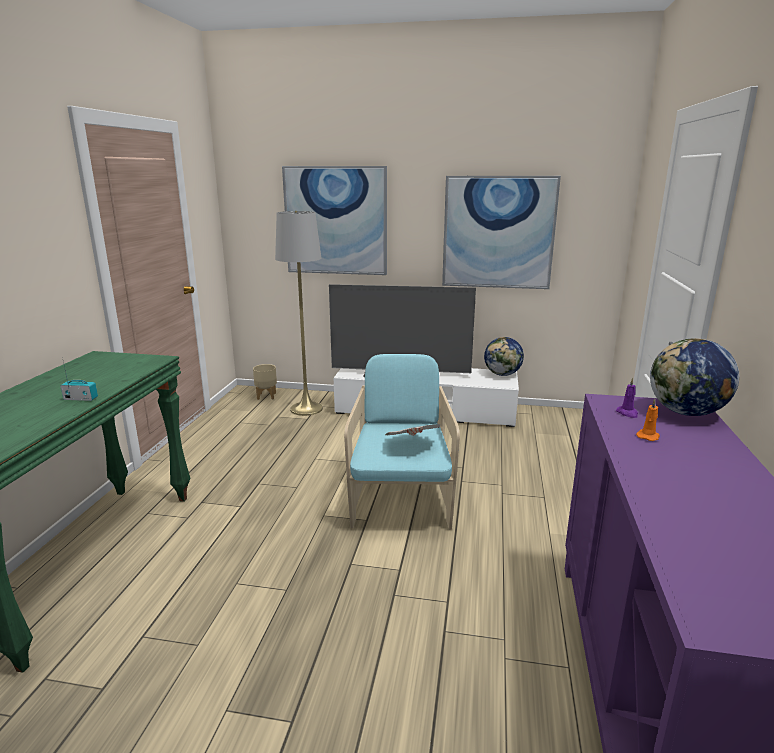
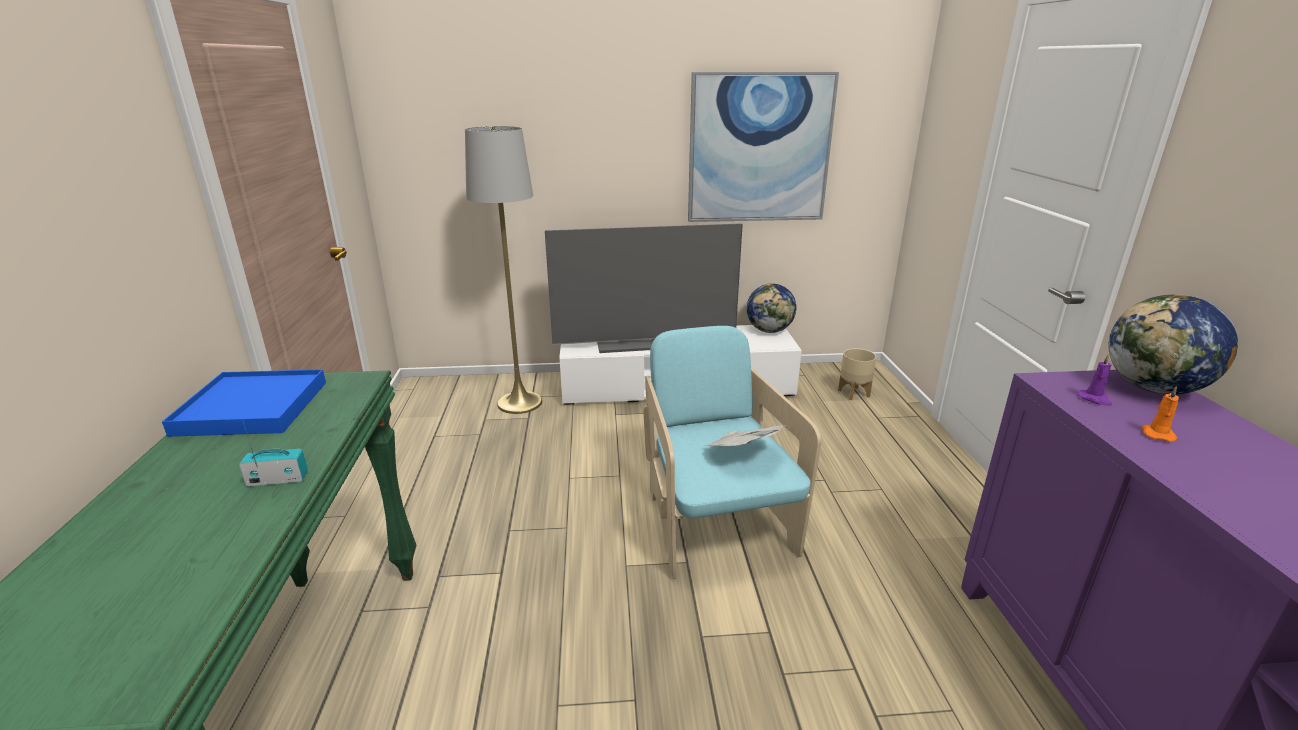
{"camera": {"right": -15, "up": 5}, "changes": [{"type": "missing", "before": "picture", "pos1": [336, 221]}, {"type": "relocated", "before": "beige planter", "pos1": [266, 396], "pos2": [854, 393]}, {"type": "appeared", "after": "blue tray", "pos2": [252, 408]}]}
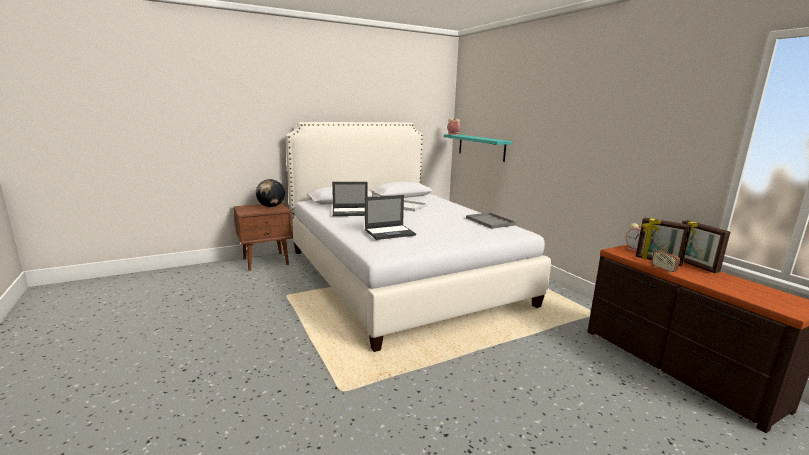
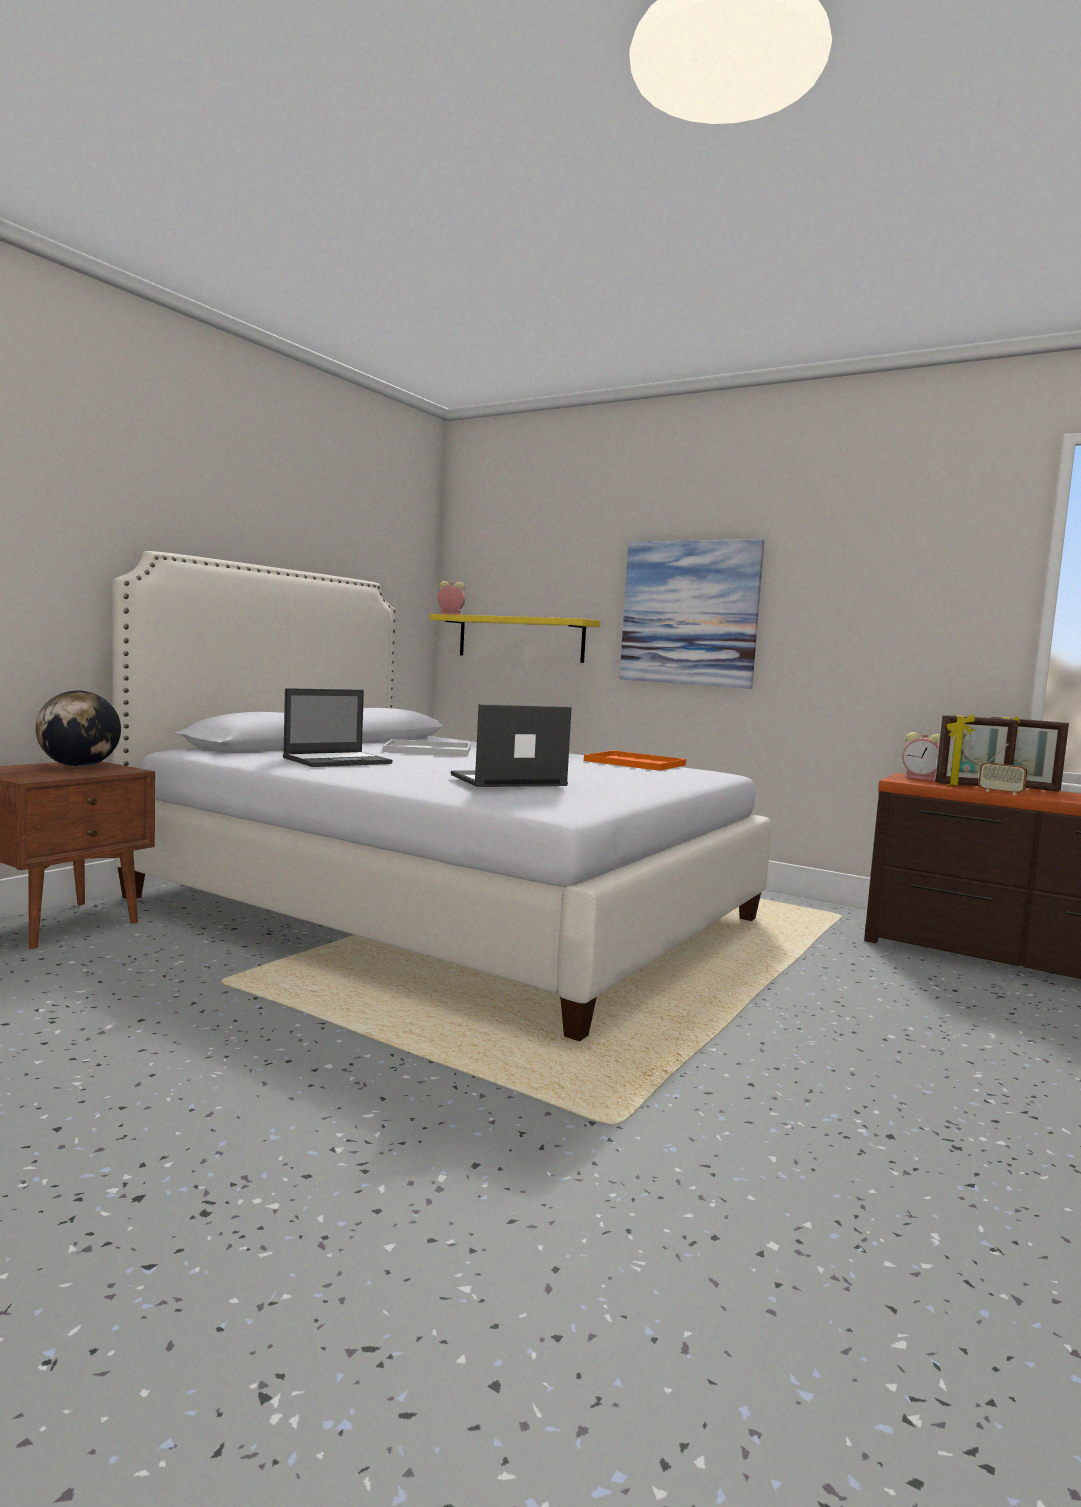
{"camera": {"right": -30, "up": -10}, "changes": [{"type": "colour", "before": "turquoise shelf", "after": "yellow shelf", "pos1": [481, 147], "pos2": [520, 638]}, {"type": "spun", "before": "laptop", "pos1": [390, 232], "pos2": [506, 780], "turn": -150}, {"type": "colour", "before": "grey tray", "after": "orange tray", "pos1": [491, 221], "pos2": [637, 763]}, {"type": "appeared", "after": "picture", "pos2": [689, 613]}]}
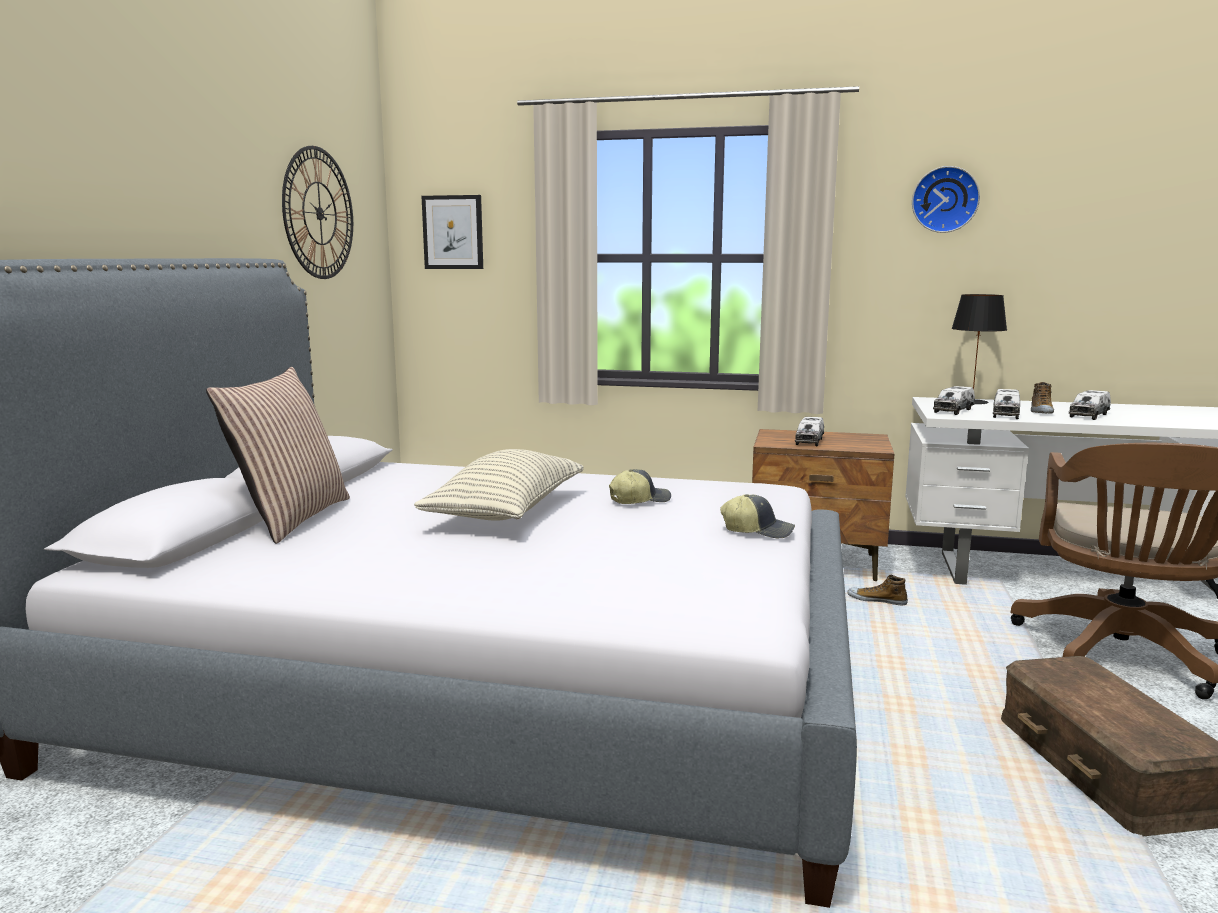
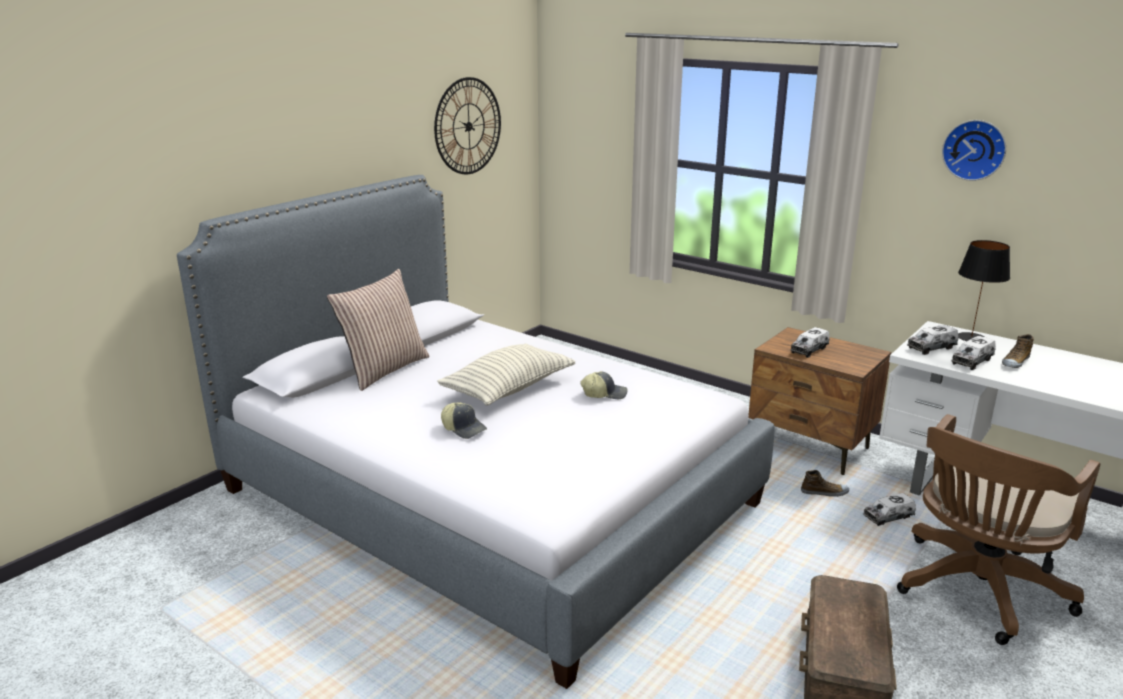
{"camera": {"right": 25, "up": 10}, "changes": [{"type": "missing", "before": "picture", "pos1": [453, 232]}, {"type": "relocated", "before": "toy truck", "pos1": [1089, 415], "pos2": [888, 517]}, {"type": "relocated", "before": "cap", "pos1": [758, 531], "pos2": [464, 428]}, {"type": "spun", "before": "shoe", "pos1": [877, 600], "pos2": [824, 493], "turn": 135}]}
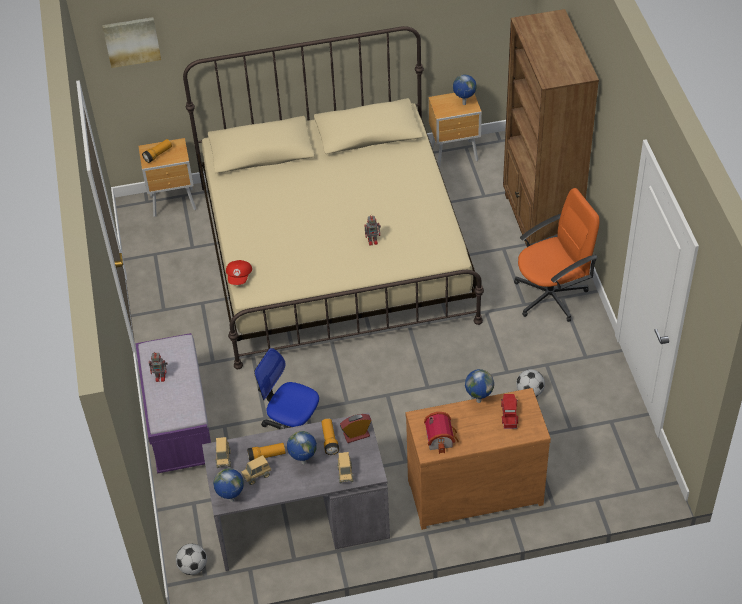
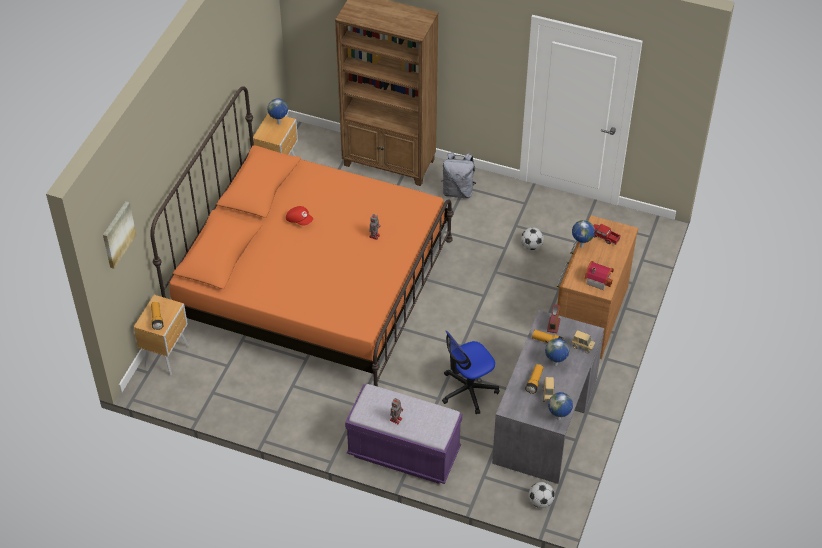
{"camera": {"right": -60, "up": 0}, "changes": [{"type": "colour", "before": "beige bed", "after": "orange bed", "pos1": [334, 252], "pos2": [312, 284]}, {"type": "exchanged", "before": "orange office chair", "after": "grey backpack", "pos1": [551, 295], "pos2": [458, 191]}, {"type": "relocated", "before": "red cap", "pos1": [239, 277], "pos2": [299, 220]}, {"type": "missing", "before": "toy truck", "pos1": [223, 459]}]}
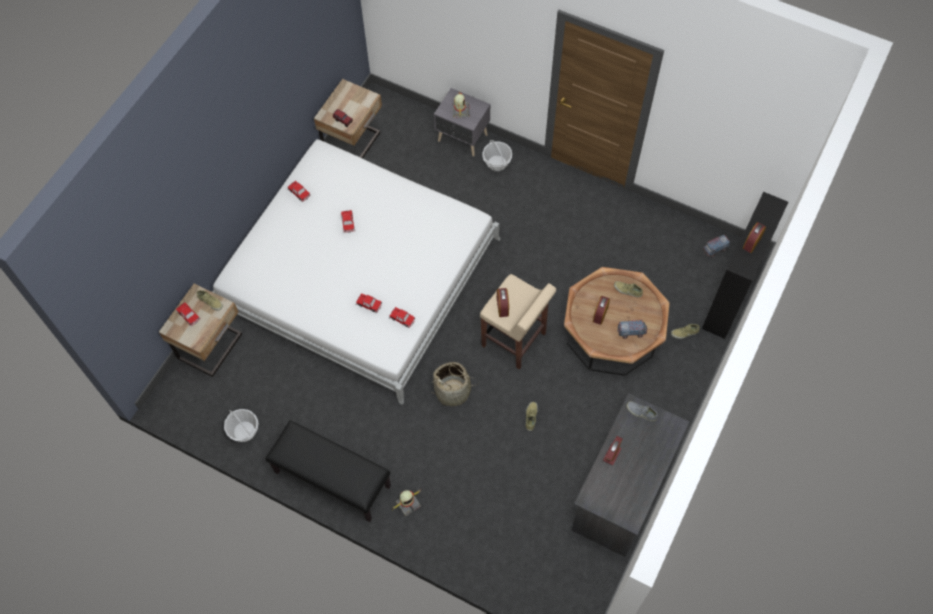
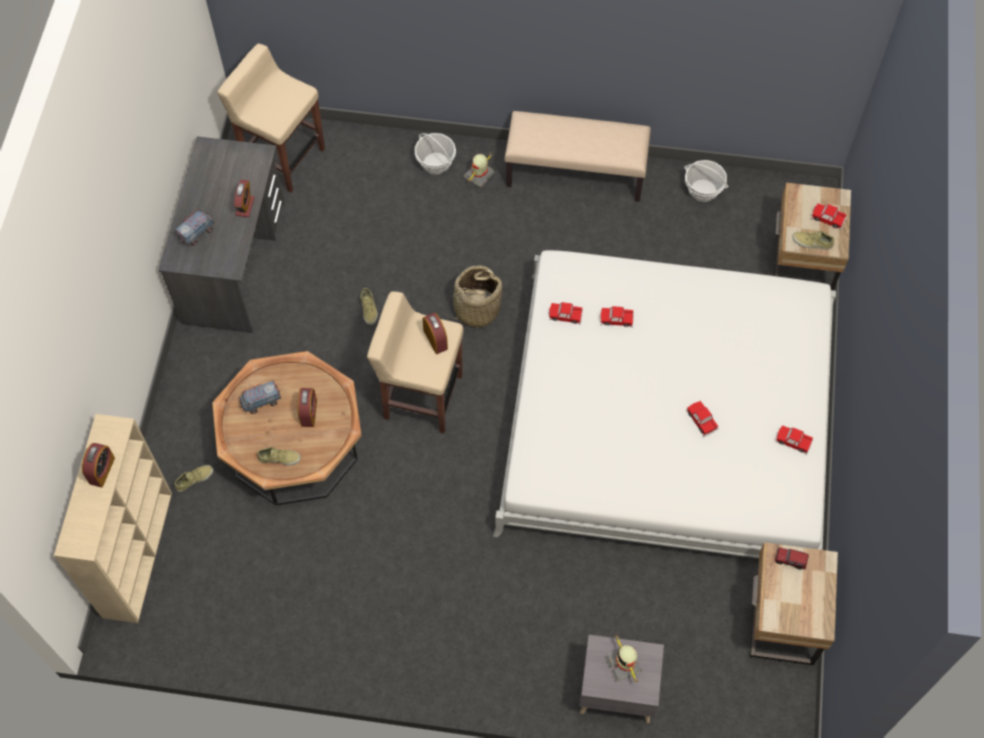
{"camera": {"right": 160, "up": 0}, "changes": [{"type": "relocated", "before": "basket", "pos1": [497, 163], "pos2": [436, 163]}, {"type": "colour", "before": "black bookcase", "after": "beige bookcase", "pos1": [730, 297], "pos2": [137, 552]}, {"type": "relocated", "before": "toy truck", "pos1": [714, 249], "pos2": [196, 233]}, {"type": "missing", "before": "grey shoe", "pos1": [641, 412]}, {"type": "colour", "before": "black bench", "after": "beige bench", "pos1": [331, 479], "pos2": [576, 173]}, {"type": "appeared", "after": "beige stool", "pos2": [283, 158]}]}
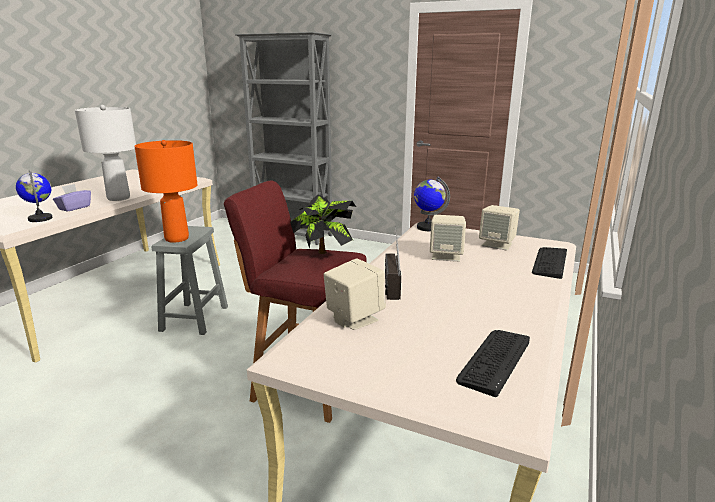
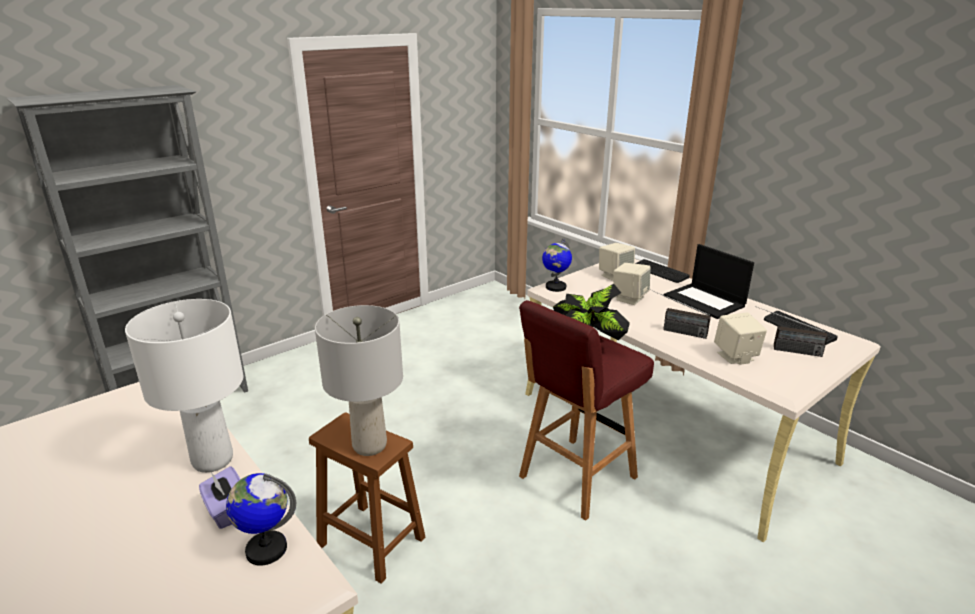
{"camera": {"right": -65, "up": 5}, "changes": [{"type": "colour", "before": "orange table lamp", "after": "grey table lamp", "pos1": [176, 239], "pos2": [370, 446]}, {"type": "colour", "before": "grey stool", "after": "brown stool", "pos1": [194, 319], "pos2": [373, 542]}, {"type": "appeared", "after": "laptop", "pos2": [705, 301]}, {"type": "appeared", "after": "radio", "pos2": [784, 349]}]}
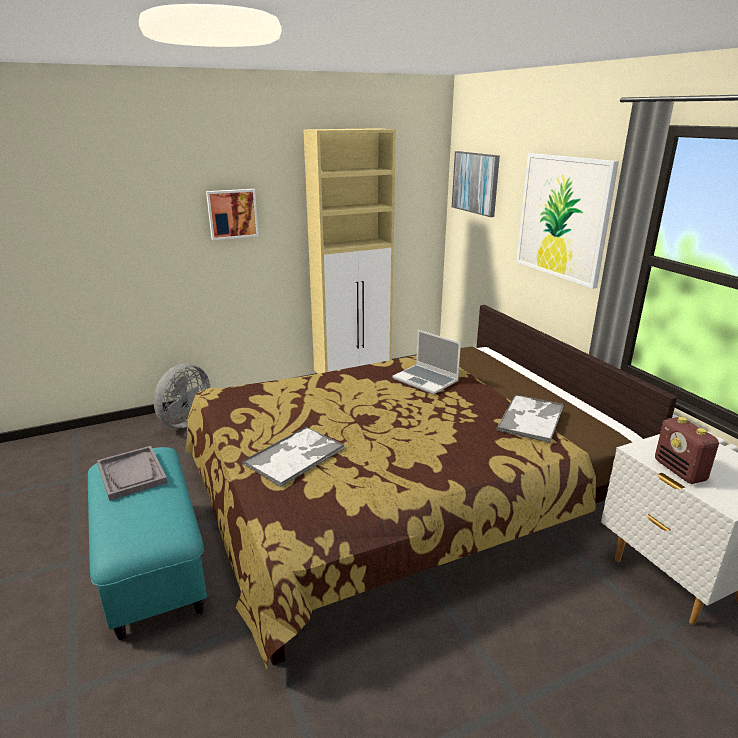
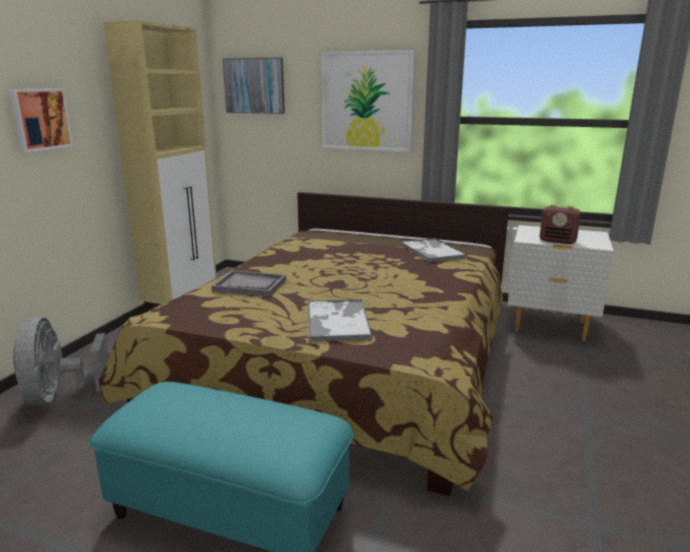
{"camera": {"right": -45, "up": -5}, "changes": [{"type": "missing", "before": "laptop", "pos1": [426, 380]}, {"type": "relocated", "before": "grey tray", "pos1": [132, 474], "pos2": [250, 285]}]}
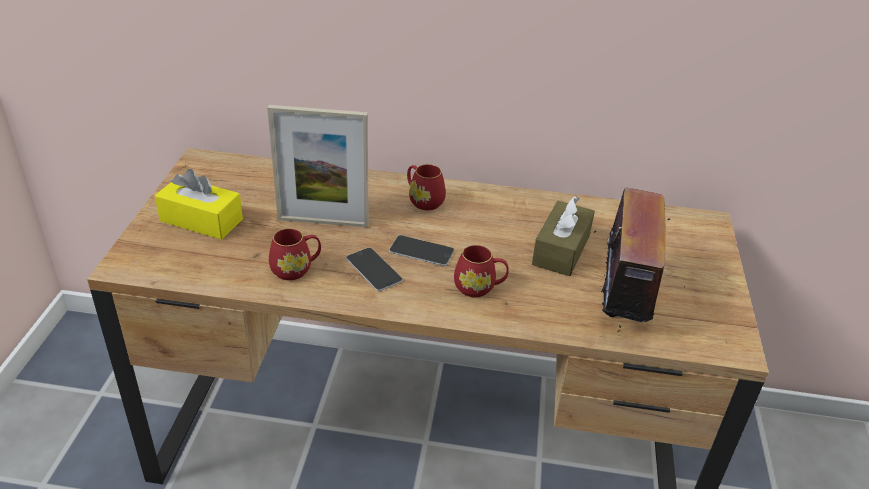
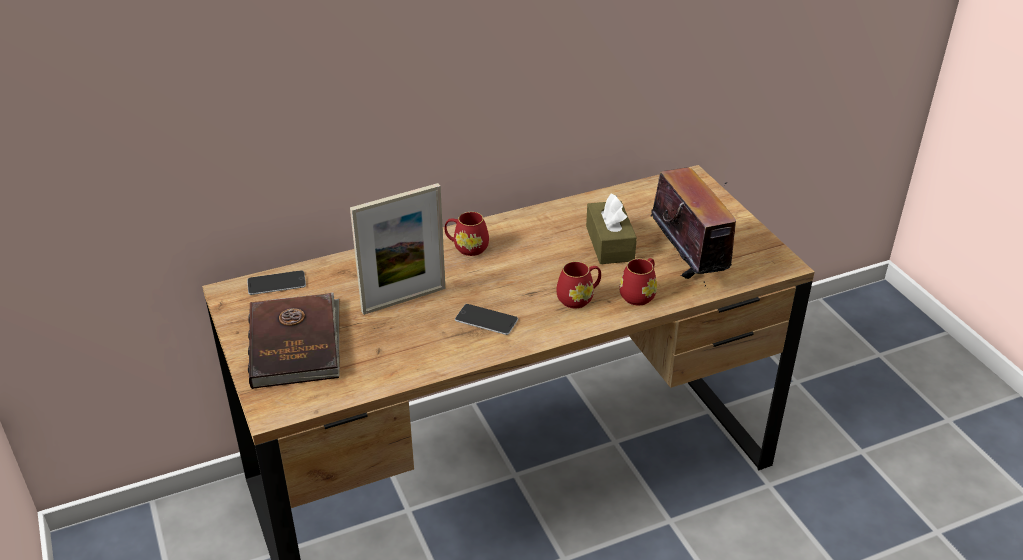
{"camera": {"right": -30, "up": 0}, "changes": [{"type": "exchanged", "before": "yellow tissue box", "after": "brown book", "pos1": [201, 220], "pos2": [296, 343]}, {"type": "relocated", "before": "red mug", "pos1": [296, 269], "pos2": [639, 294]}, {"type": "relocated", "before": "phone", "pos1": [421, 251], "pos2": [276, 283]}]}
